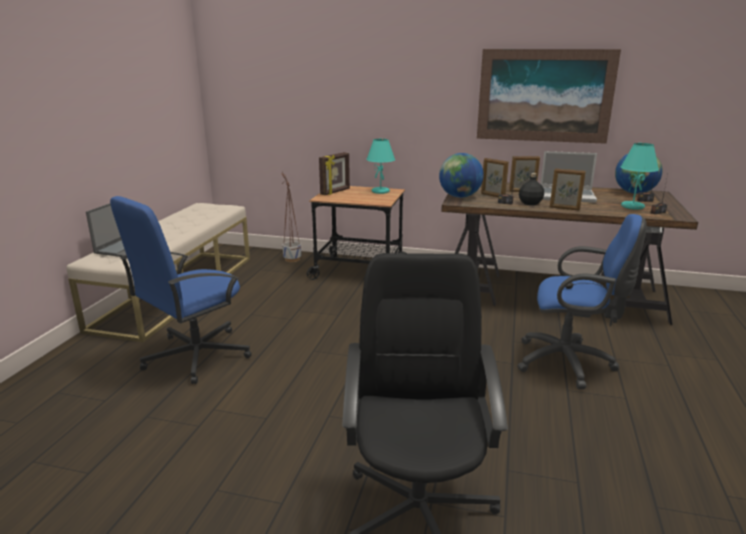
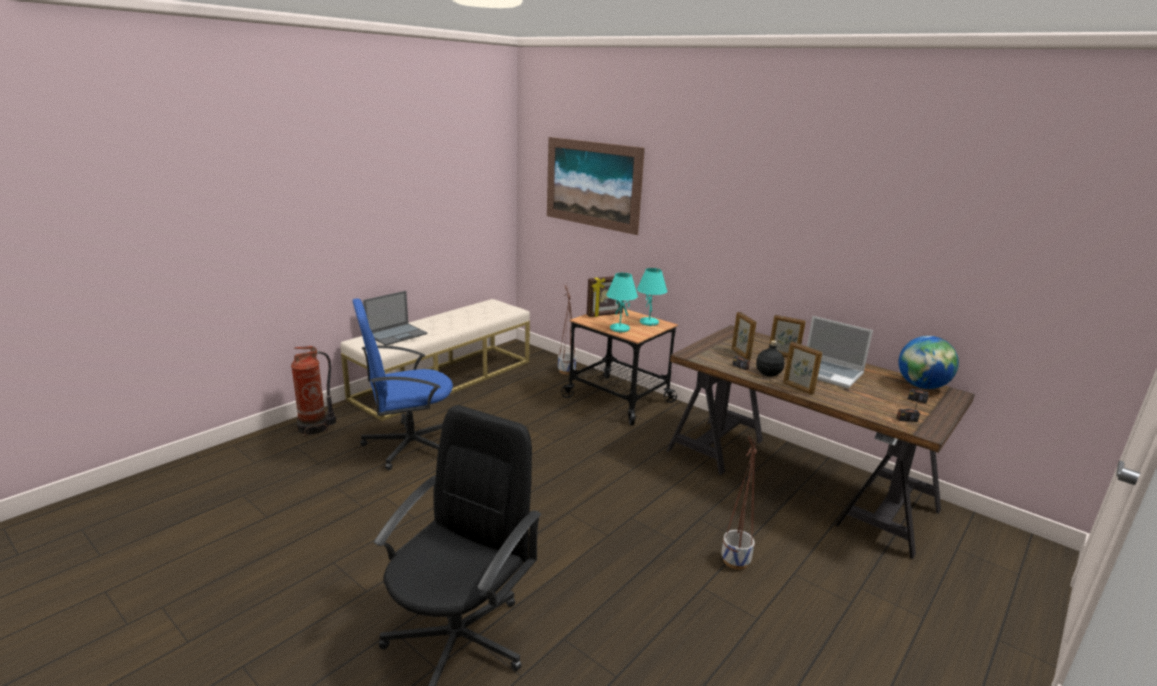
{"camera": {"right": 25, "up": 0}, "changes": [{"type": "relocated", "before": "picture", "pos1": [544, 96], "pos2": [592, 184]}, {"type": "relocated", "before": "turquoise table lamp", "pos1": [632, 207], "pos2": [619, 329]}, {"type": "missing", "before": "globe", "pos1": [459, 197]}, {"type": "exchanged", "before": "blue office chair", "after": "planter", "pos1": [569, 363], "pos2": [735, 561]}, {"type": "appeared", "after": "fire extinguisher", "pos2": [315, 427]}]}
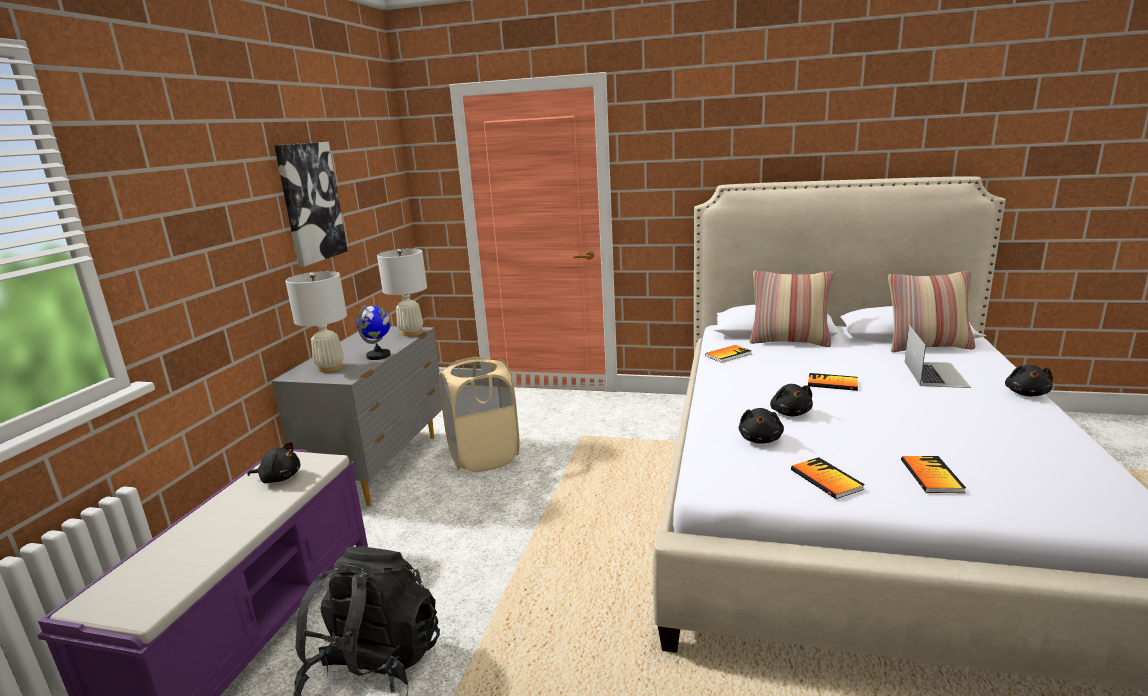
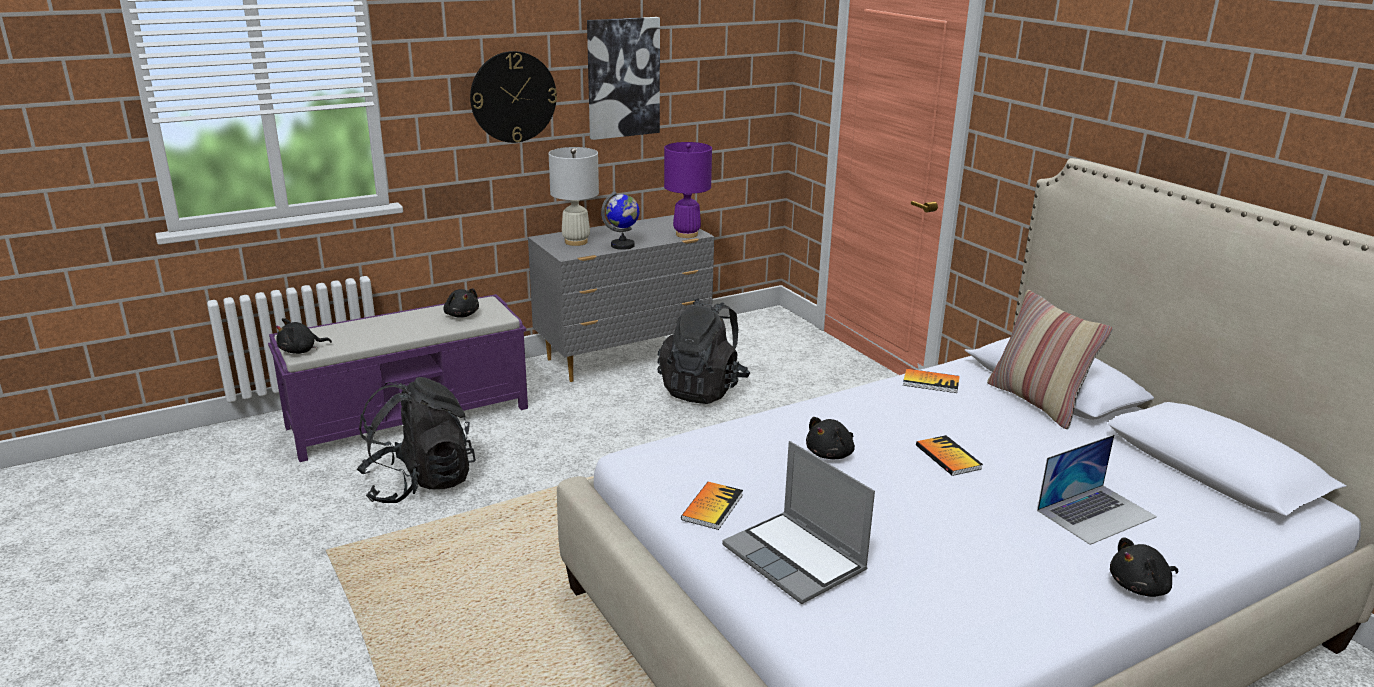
{"camera": {"right": 45, "up": 5}, "changes": [{"type": "colour", "before": "white table lamp", "after": "purple table lamp", "pos1": [411, 333], "pos2": [687, 234]}, {"type": "missing", "before": "pillow", "pos1": [927, 347]}, {"type": "exchanged", "before": "beige laundry basket", "after": "black backpack", "pos1": [484, 457], "pos2": [703, 390]}, {"type": "relocated", "before": "black plush toy", "pos1": [760, 439], "pos2": [301, 351]}, {"type": "exchanged", "before": "book", "after": "laptop", "pos1": [931, 476], "pos2": [796, 559]}, {"type": "appeared", "after": "wall clock", "pos2": [513, 97]}]}
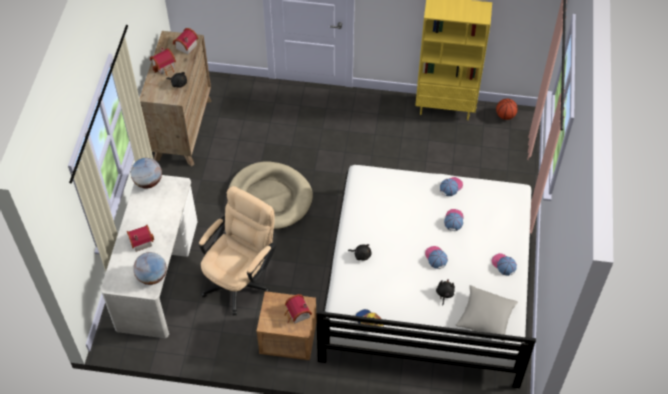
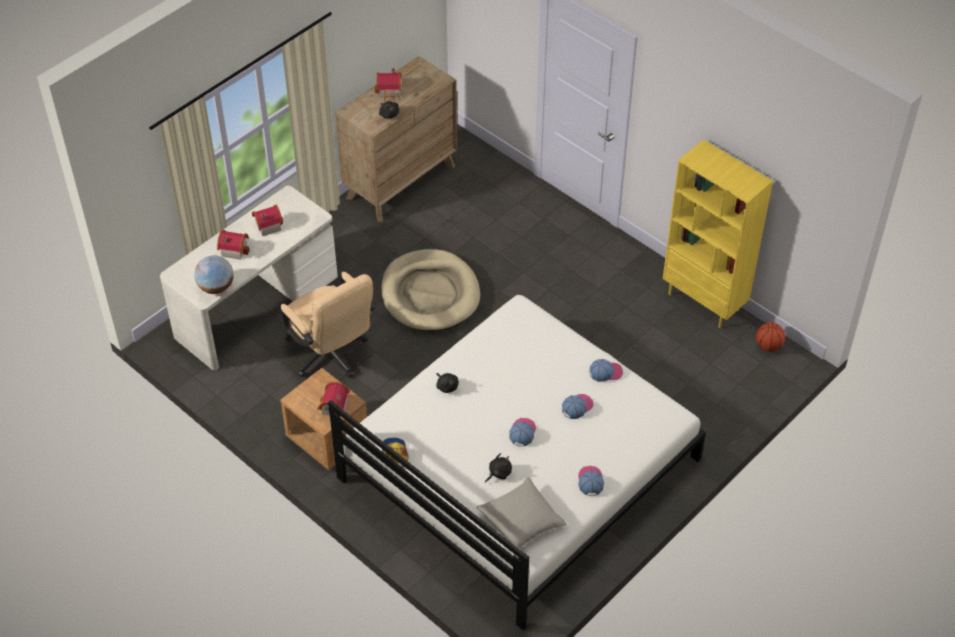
{"camera": {"right": 35, "up": -5}, "changes": [{"type": "relocated", "before": "toy house", "pos1": [185, 46], "pos2": [267, 225]}, {"type": "missing", "before": "globe", "pos1": [148, 182]}, {"type": "spun", "before": "beige office chair", "pos1": [240, 279], "pos2": [331, 356], "turn": 75}]}
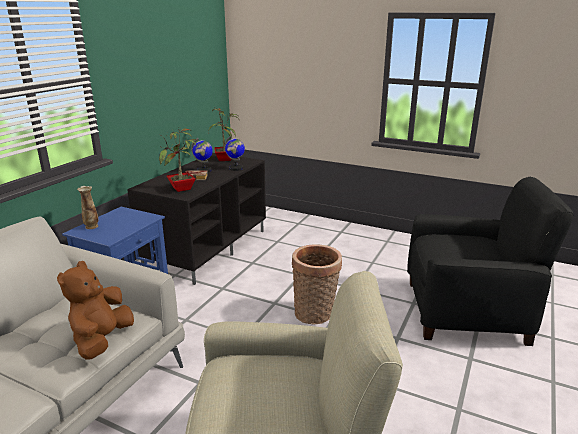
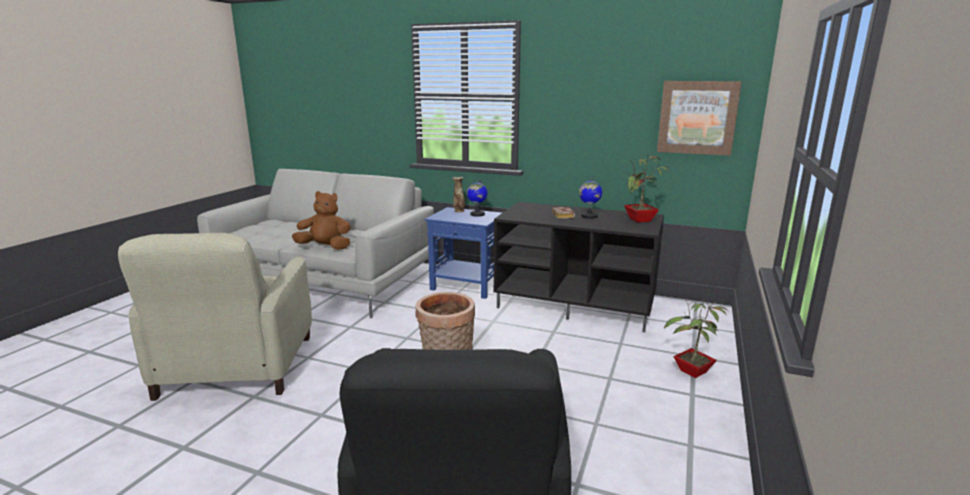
{"camera": {"right": 85, "up": -5}, "changes": [{"type": "relocated", "before": "potted plant", "pos1": [182, 189], "pos2": [692, 372]}, {"type": "relocated", "before": "globe", "pos1": [236, 168], "pos2": [477, 214]}, {"type": "appeared", "after": "picture", "pos2": [697, 117]}]}
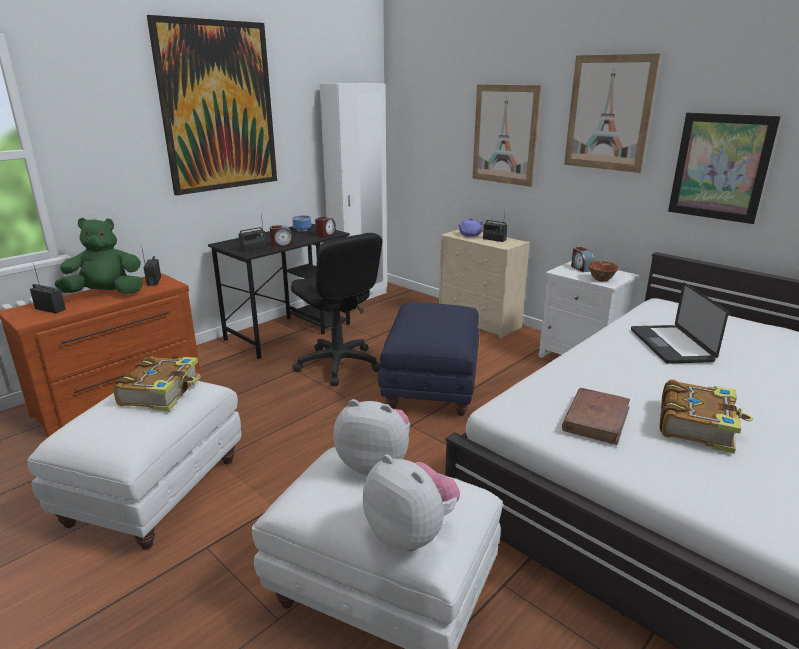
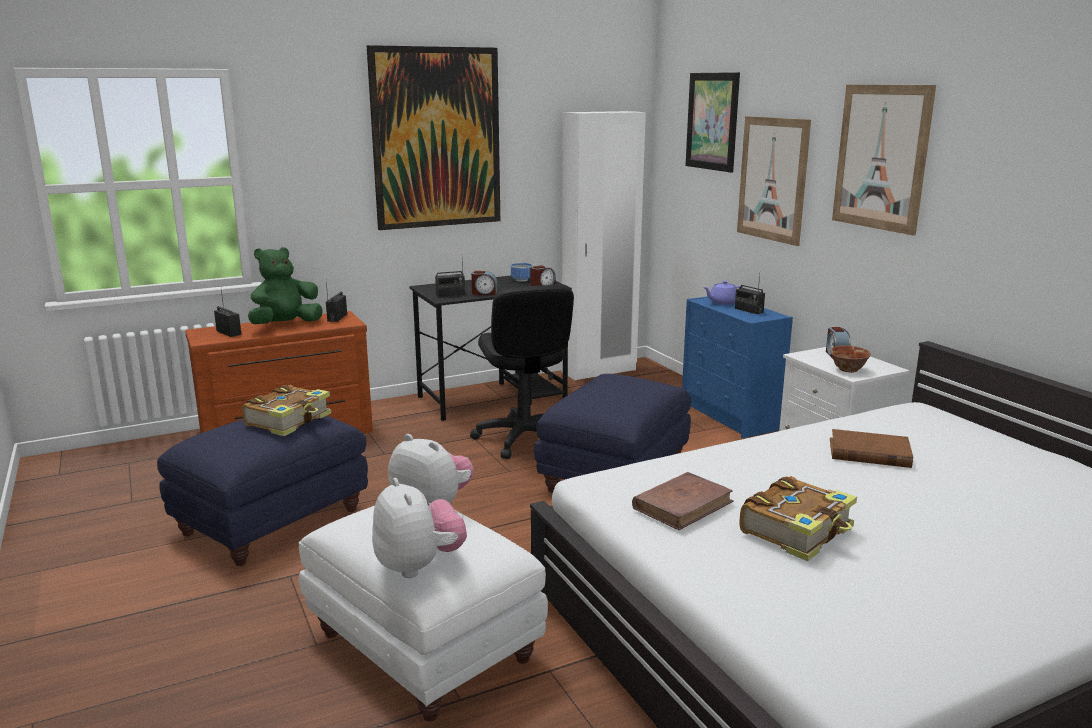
{"camera": {"right": 20, "up": -5}, "changes": [{"type": "relocated", "before": "picture", "pos1": [720, 167], "pos2": [712, 121]}, {"type": "spun", "before": "green plush toy", "pos1": [106, 294], "pos2": [285, 325], "turn": -45}, {"type": "colour", "before": "beige dresser", "after": "blue dresser", "pos1": [480, 322], "pos2": [730, 417]}, {"type": "exchanged", "before": "laptop", "after": "brown book", "pos1": [670, 345], "pos2": [869, 453]}, {"type": "colour", "before": "white ottoman", "after": "blue ottoman", "pos1": [156, 490], "pos2": [274, 521]}]}
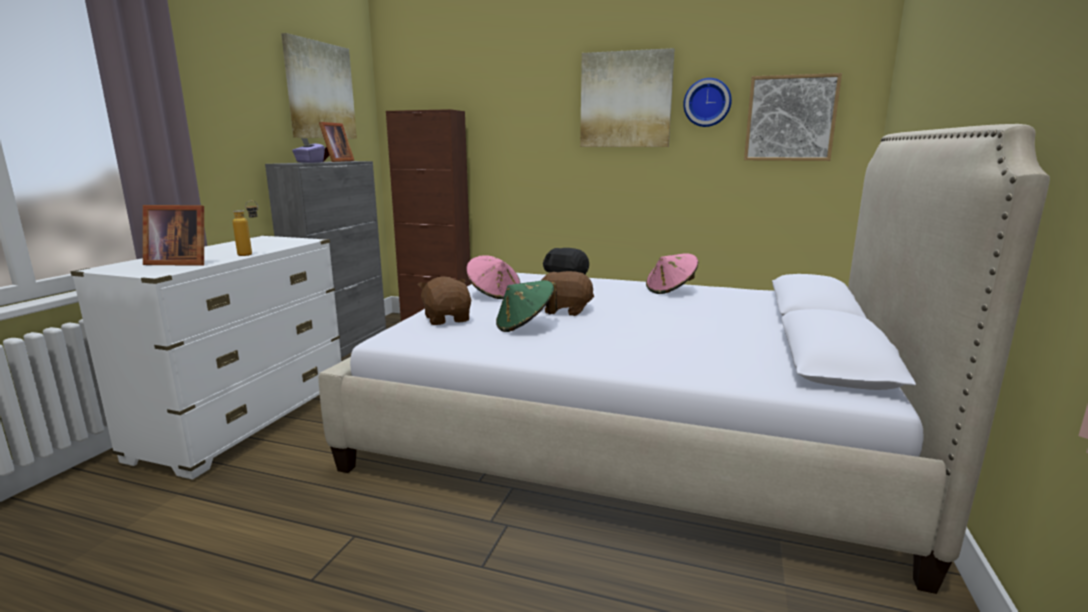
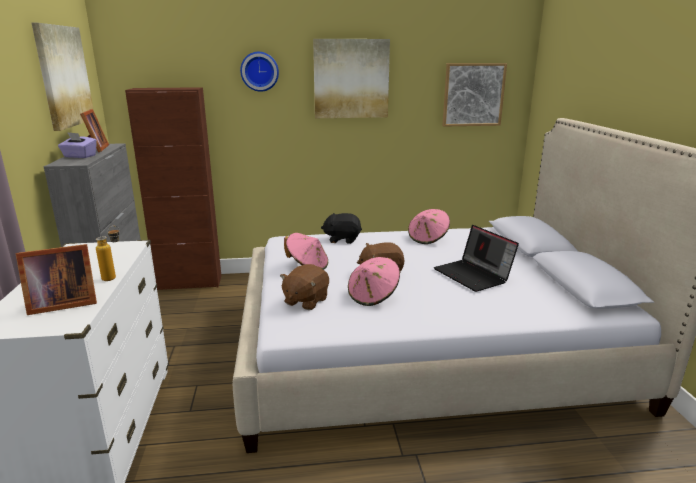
{"camera": {"right": -25, "up": 5}, "changes": [{"type": "relocated", "before": "wall clock", "pos1": [707, 102], "pos2": [259, 71]}, {"type": "spun", "before": "brown plush toy", "pos1": [447, 319], "pos2": [305, 301], "turn": -105}, {"type": "colour", "before": "green hat", "after": "pink hat", "pos1": [525, 326], "pos2": [373, 296]}, {"type": "appeared", "after": "laptop", "pos2": [473, 275]}]}
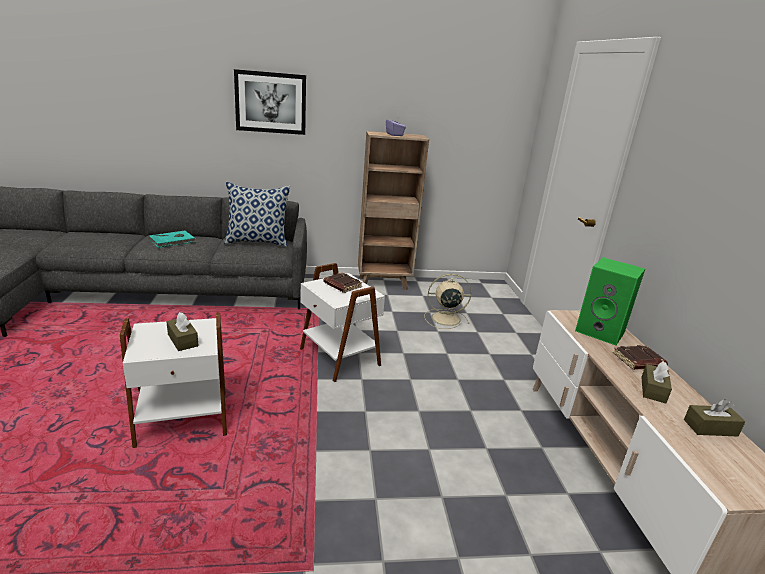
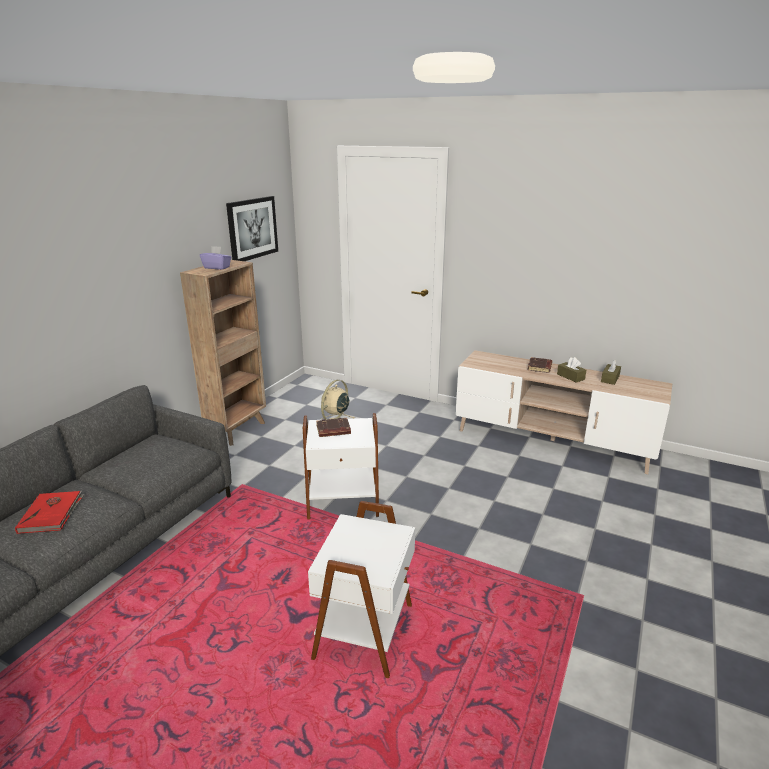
{"camera": {"right": -55, "up": 0}, "changes": [{"type": "relocated", "before": "picture", "pos1": [271, 102], "pos2": [252, 228]}, {"type": "missing", "before": "pillow", "pos1": [257, 242]}, {"type": "colour", "before": "turquoise book", "after": "red book", "pos1": [173, 241], "pos2": [52, 513]}, {"type": "missing", "before": "green speaker", "pos1": [601, 332]}, {"type": "missing", "before": "brown tissue box", "pos1": [183, 340]}]}
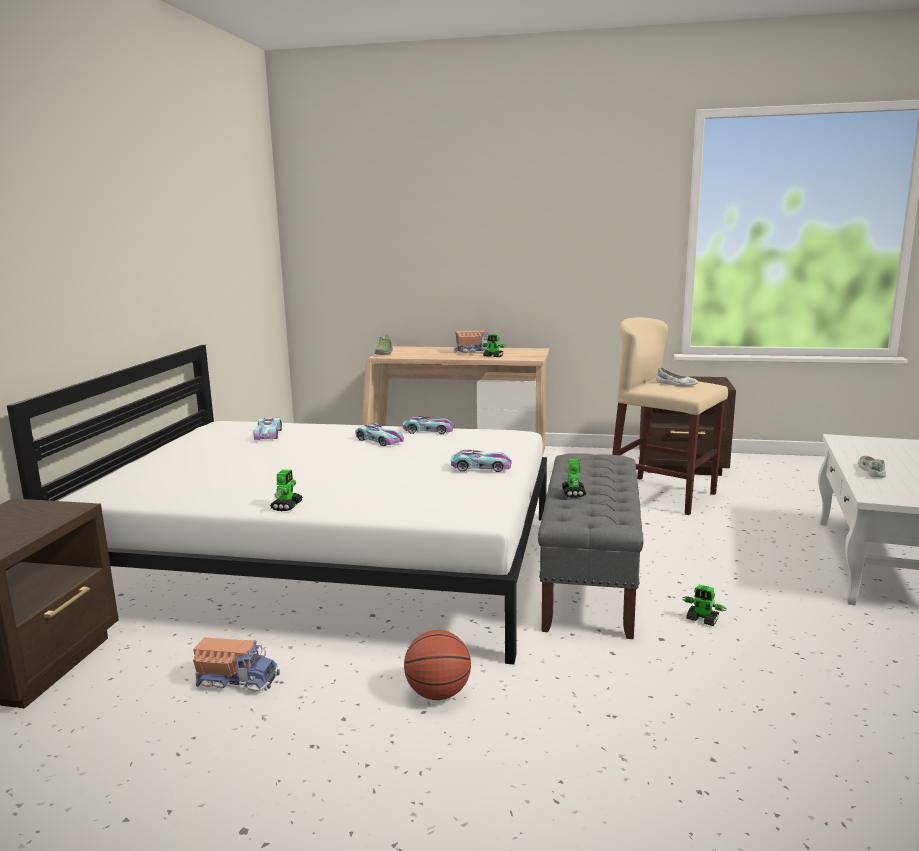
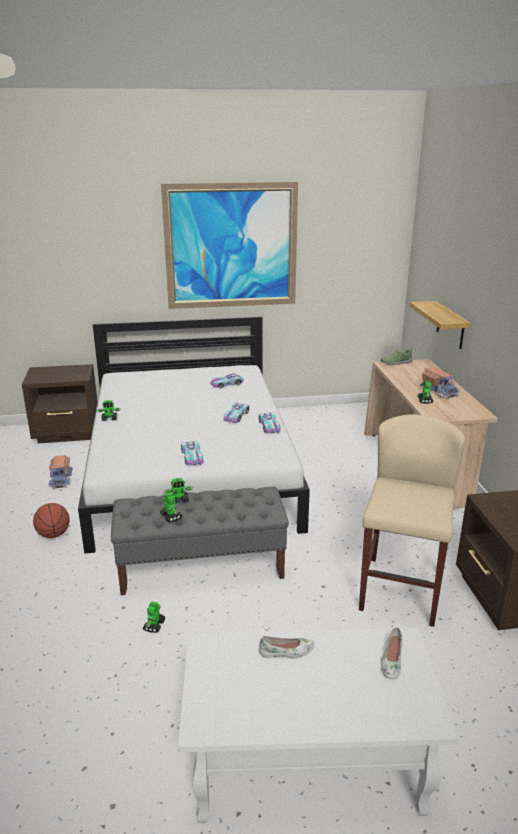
{"camera": {"right": 70, "up": 10}, "changes": [{"type": "relocated", "before": "white shoe", "pos1": [676, 384], "pos2": [391, 660]}, {"type": "appeared", "after": "picture", "pos2": [231, 246]}, {"type": "appeared", "after": "shelf", "pos2": [450, 325]}, {"type": "appeared", "after": "toy robot", "pos2": [171, 516]}]}
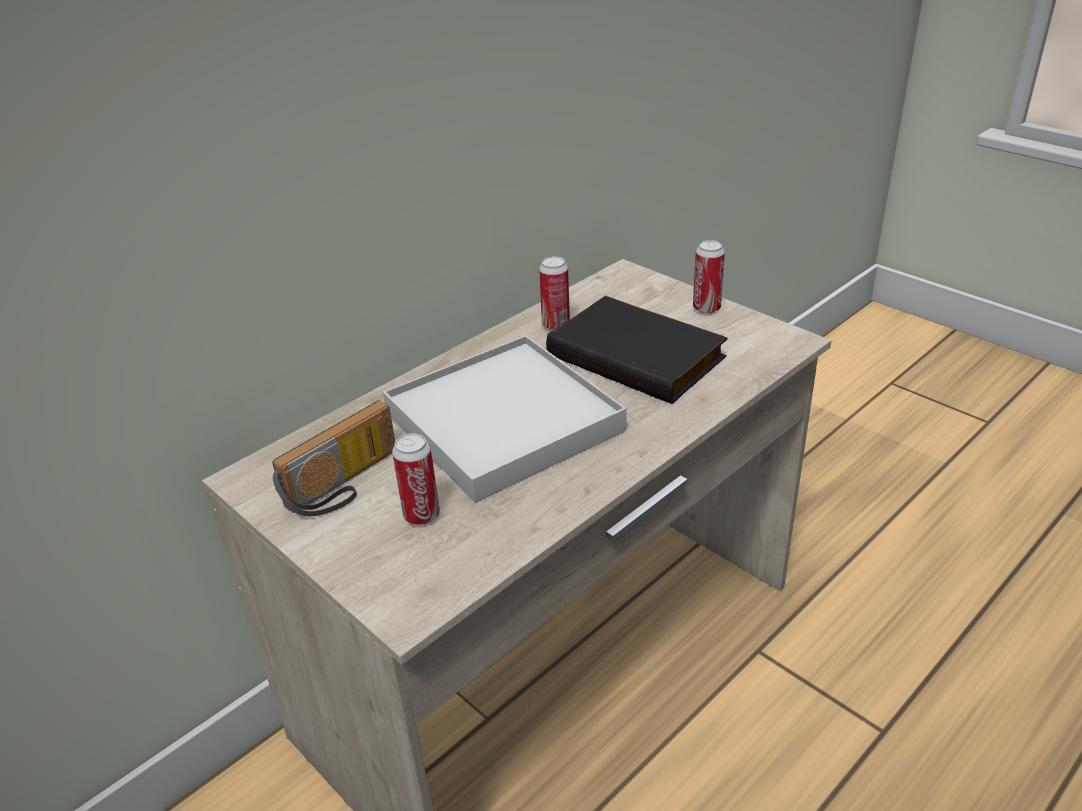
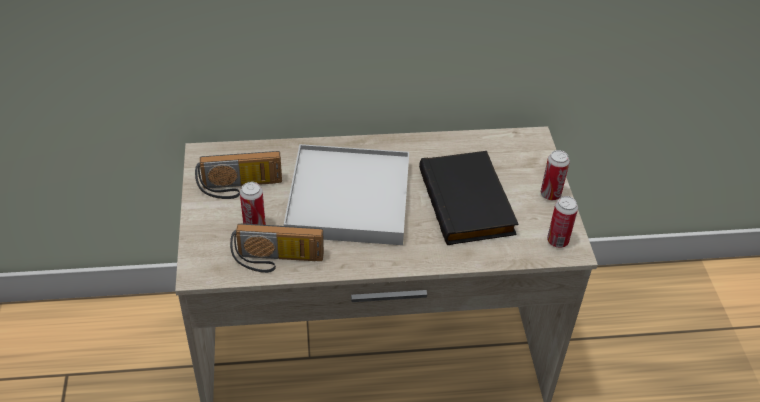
{"camera": {"right": 35, "up": 10}, "changes": [{"type": "relocated", "before": "can", "pos1": [556, 325], "pos2": [557, 241]}, {"type": "appeared", "after": "radio", "pos2": [277, 261]}]}
